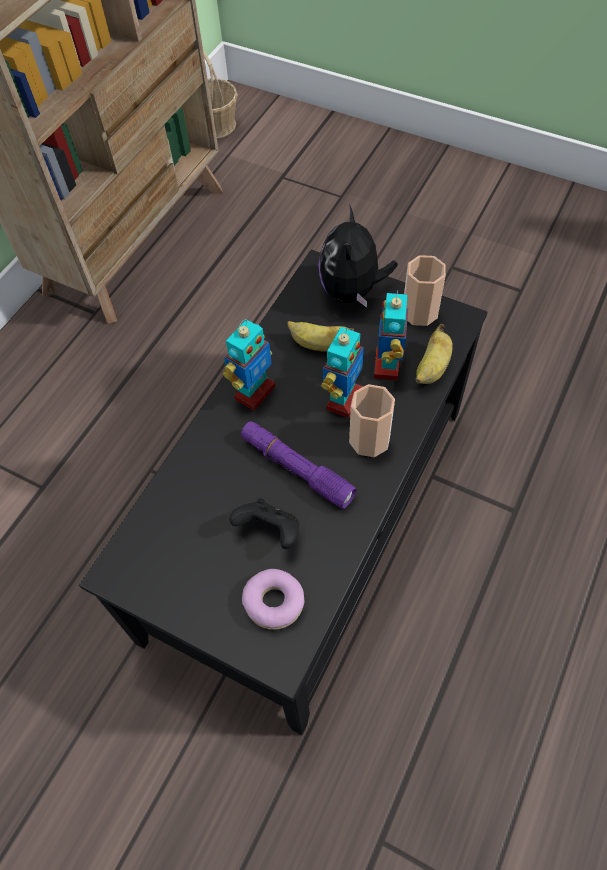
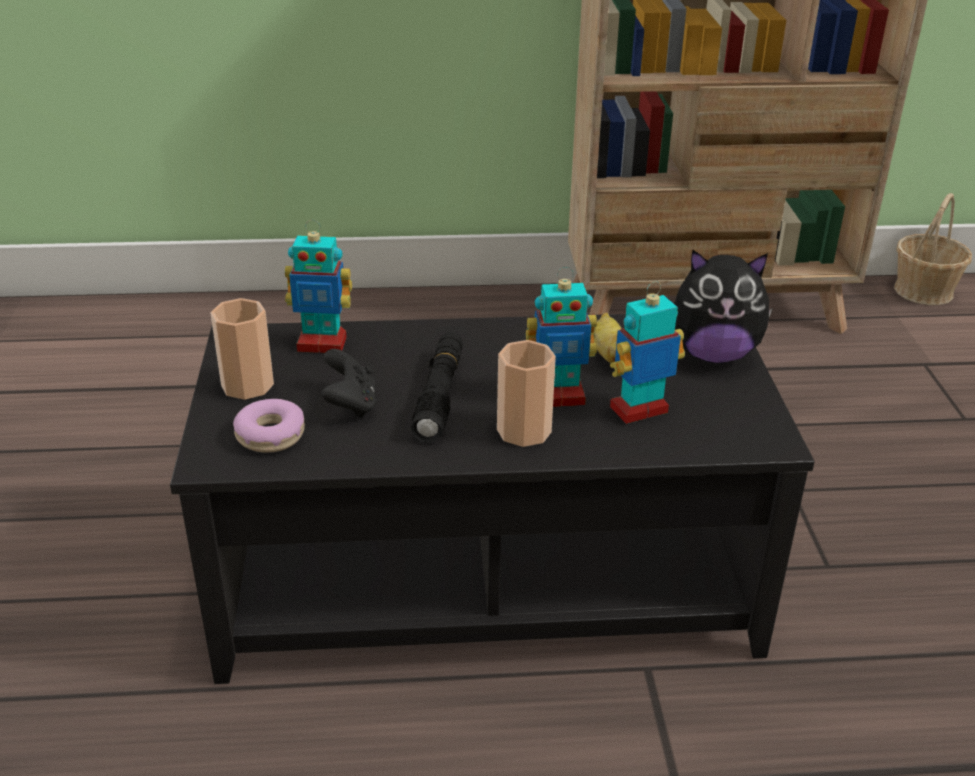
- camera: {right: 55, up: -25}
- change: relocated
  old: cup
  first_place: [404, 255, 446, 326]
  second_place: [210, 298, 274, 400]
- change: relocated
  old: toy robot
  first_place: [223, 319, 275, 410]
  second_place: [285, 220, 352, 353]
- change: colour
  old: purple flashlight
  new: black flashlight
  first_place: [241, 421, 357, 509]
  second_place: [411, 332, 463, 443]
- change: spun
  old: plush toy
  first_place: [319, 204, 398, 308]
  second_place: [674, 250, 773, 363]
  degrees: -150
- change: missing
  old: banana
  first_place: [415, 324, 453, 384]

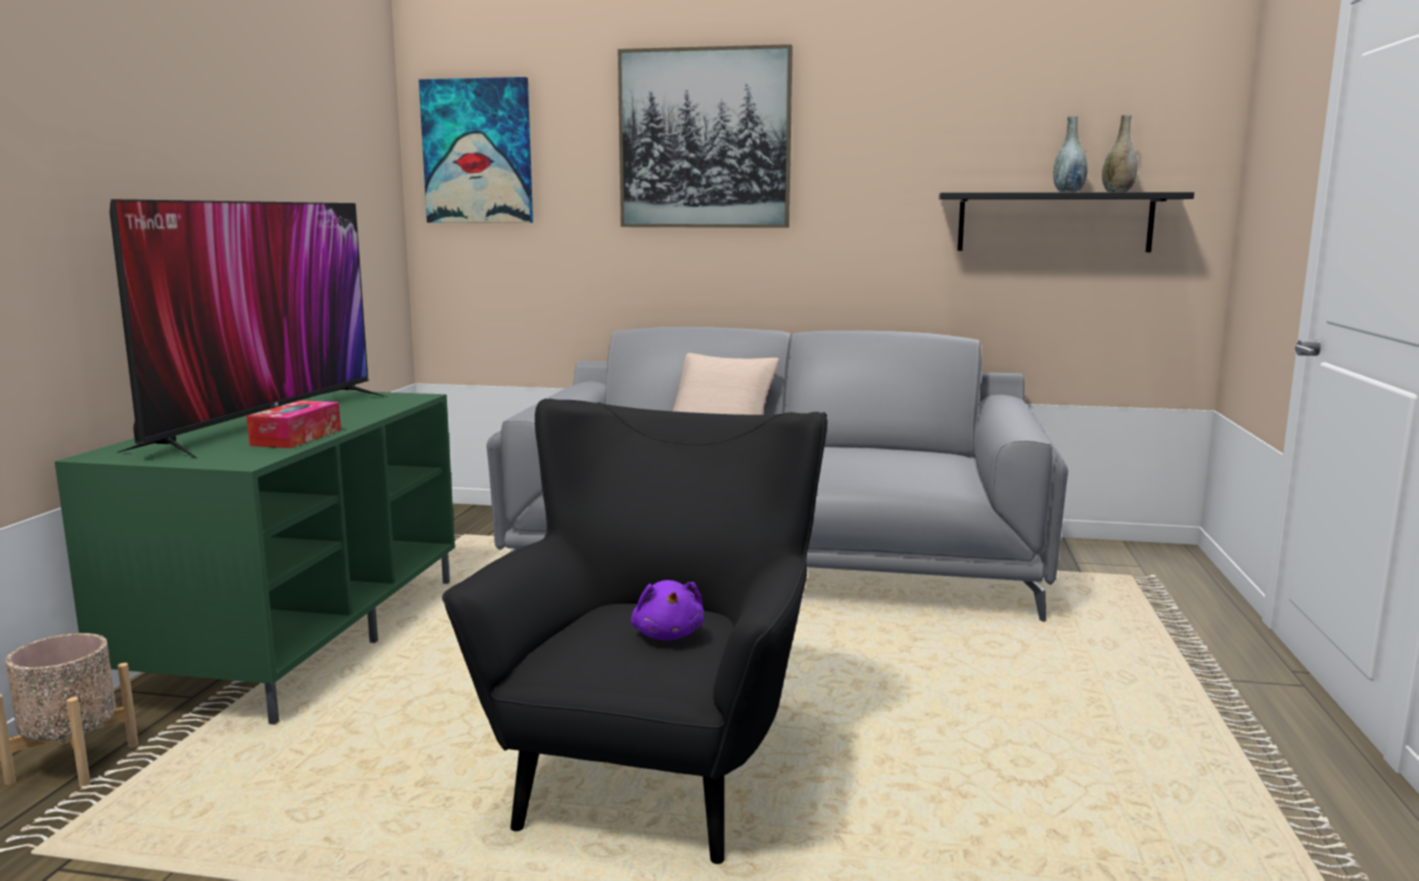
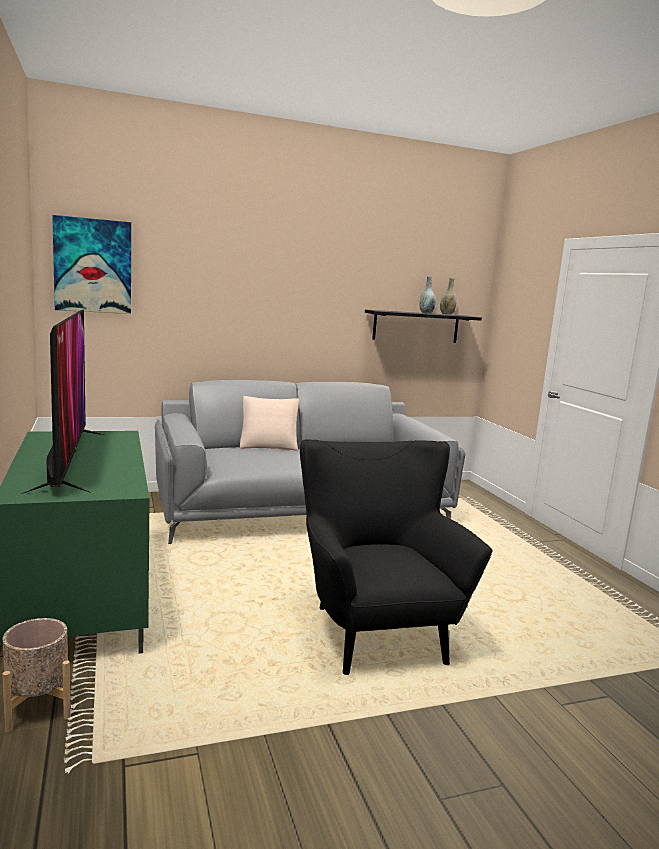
- camera: {right: -30, up: 0}
- change: missing
  old: tissue box
  first_place: [246, 400, 341, 448]
- change: missing
  old: picture
  first_place: [618, 44, 793, 228]
- change: missing
  old: purple plush toy
  first_place: [631, 580, 704, 640]

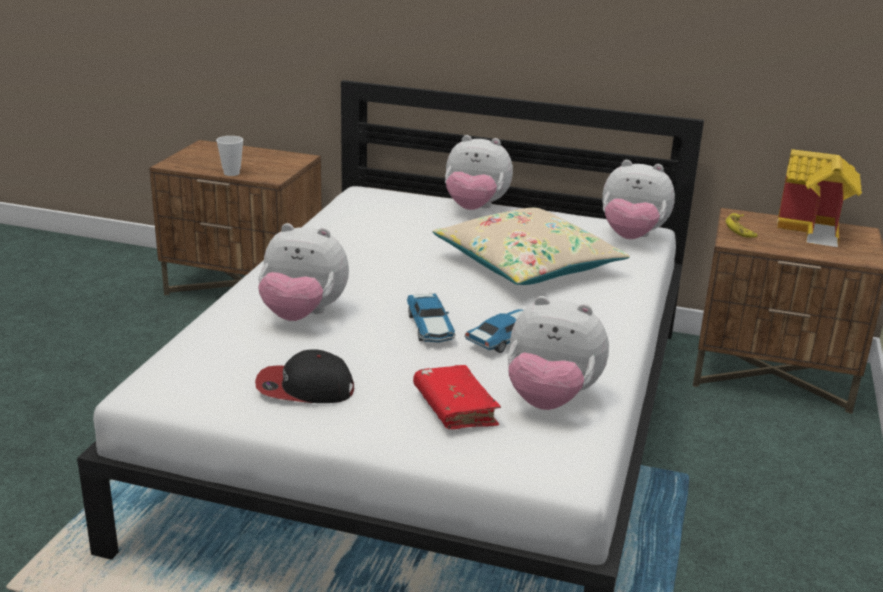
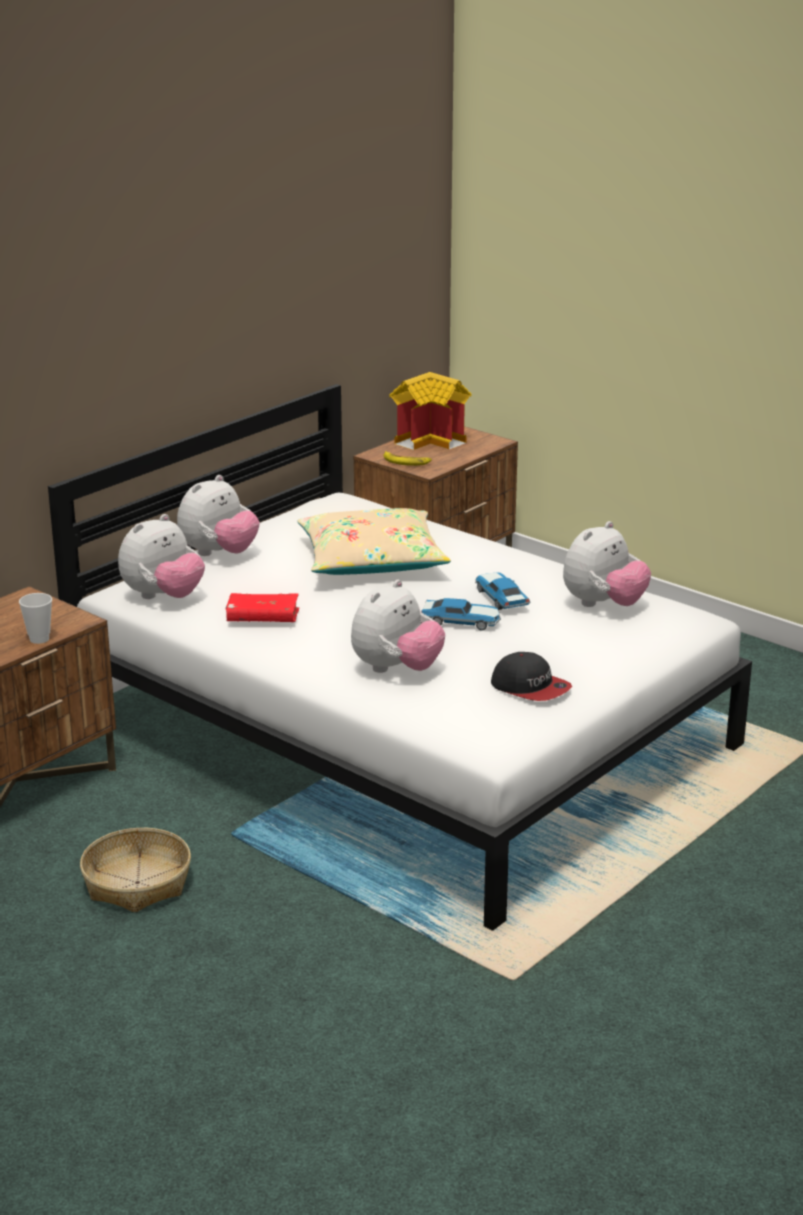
- camera: {right: -65, up: 0}
- change: appeared
  new: basket
  second_place: [80, 828, 191, 912]
- change: relocated
  old: plush toy
  first_place: [602, 160, 675, 239]
  second_place: [118, 514, 205, 599]
- change: relocated
  old: red book
  first_place: [413, 365, 501, 429]
  second_place: [226, 593, 299, 622]
- change: spun
  old: cap
  first_place: [255, 349, 354, 403]
  second_place: [491, 652, 572, 701]
  degrees: -75

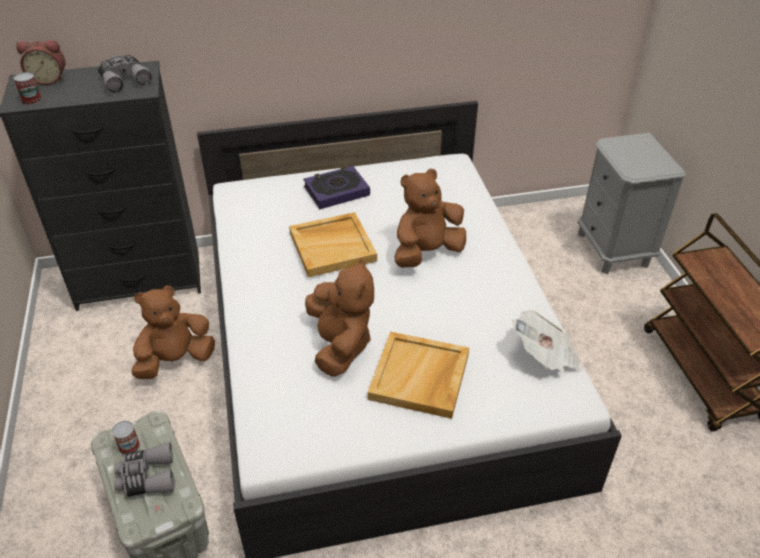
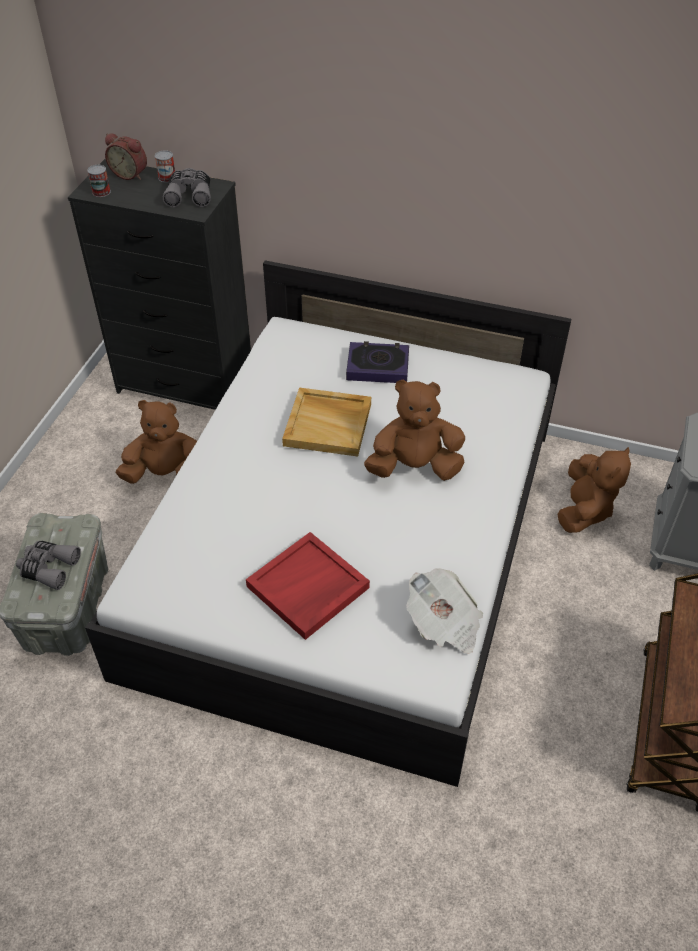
- camera: {right: 30, up: 5}
- change: relocated
  old: can
  first_place: [112, 421, 140, 455]
  second_place: [155, 150, 175, 182]
- change: colour
  old: beige tray
  new: red tray
  first_place: [368, 332, 469, 419]
  second_place: [246, 532, 370, 640]
- change: relocated
  old: brown plush toy
  first_place: [305, 257, 374, 377]
  second_place: [557, 447, 631, 533]

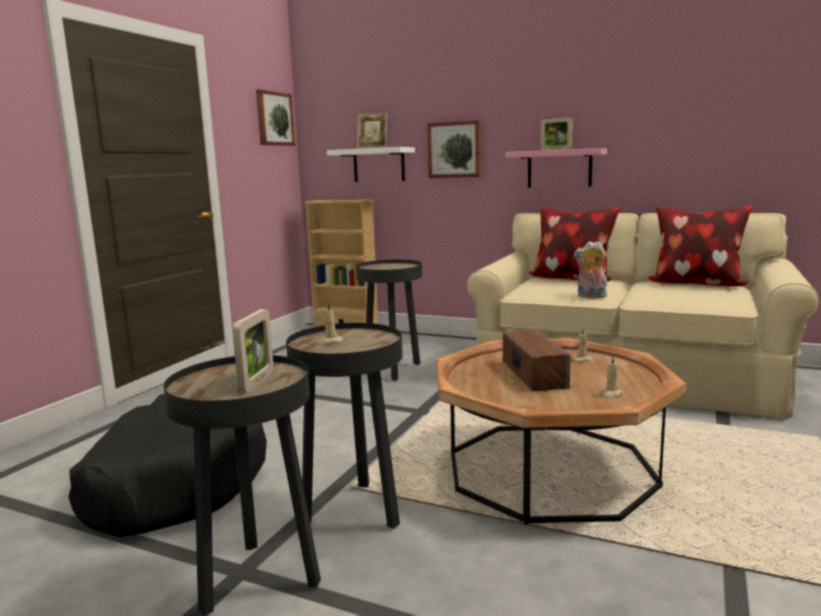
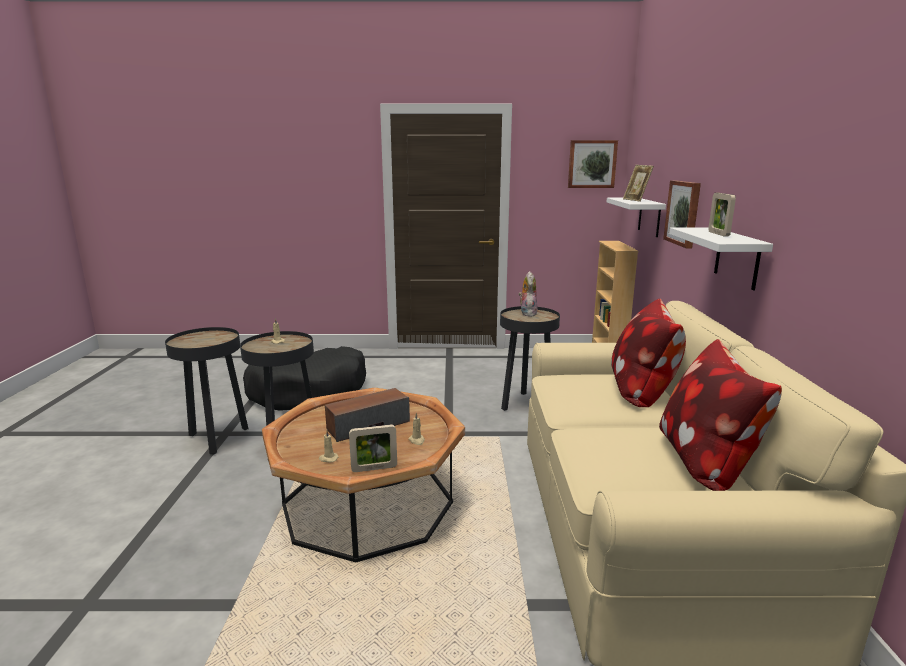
- camera: {right: 65, up: 5}
- change: relocated
  old: picture frame
  first_place: [232, 309, 274, 392]
  second_place: [349, 424, 397, 472]
- change: relocated
  old: plush toy
  first_place: [574, 241, 610, 298]
  second_place: [519, 271, 537, 317]
- change: colour
  old: pink shelf
  new: white shelf
  first_place: [506, 148, 607, 188]
  second_place: [669, 227, 773, 291]

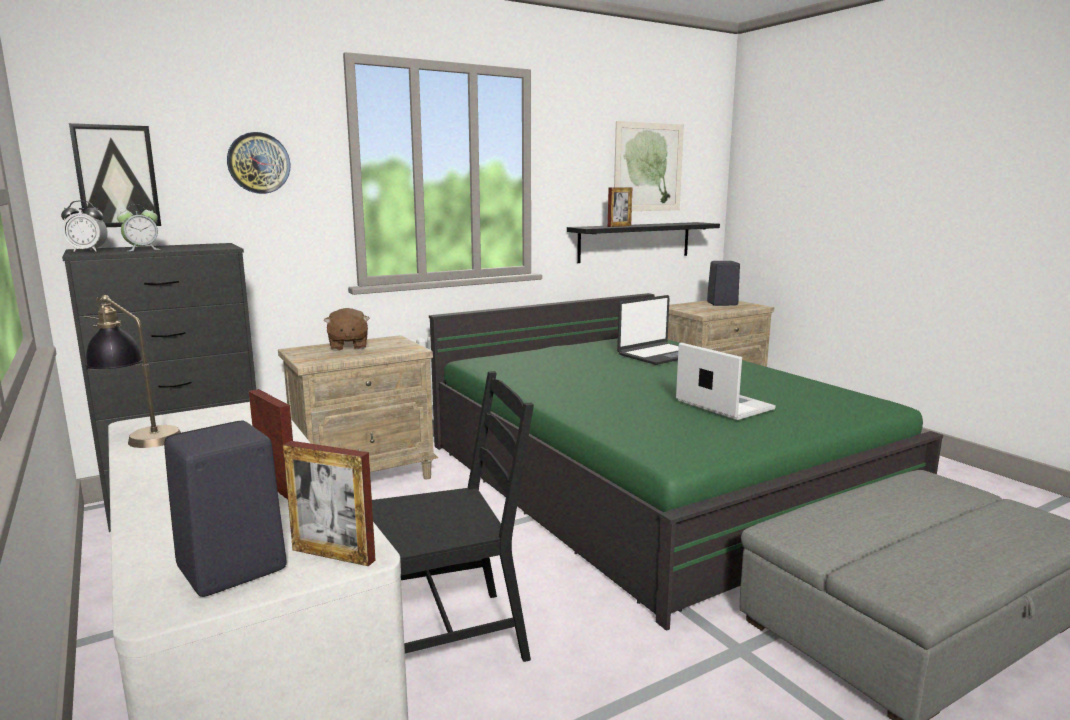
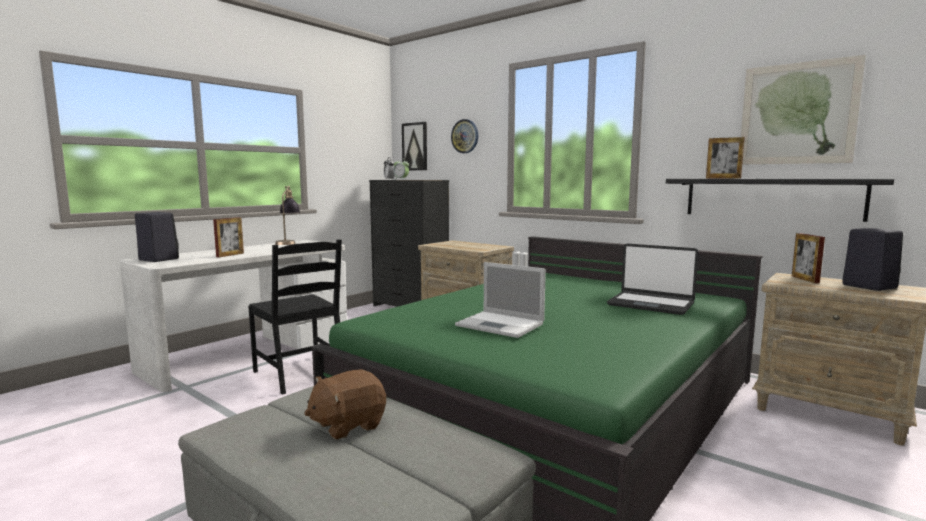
- camera: {right: 70, up: -5}
- change: relocated
  old: brown plush toy
  first_place: [324, 308, 369, 351]
  second_place: [304, 369, 386, 440]
- change: spun
  old: laptop
  first_place: [676, 343, 776, 420]
  second_place: [455, 262, 546, 338]
  degrees: 90
- change: relocated
  old: picture frame
  first_place: [283, 441, 376, 566]
  second_place: [792, 233, 825, 283]

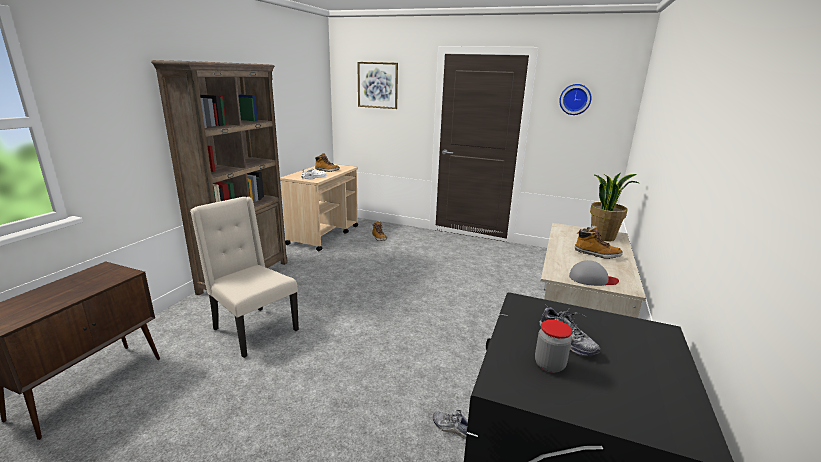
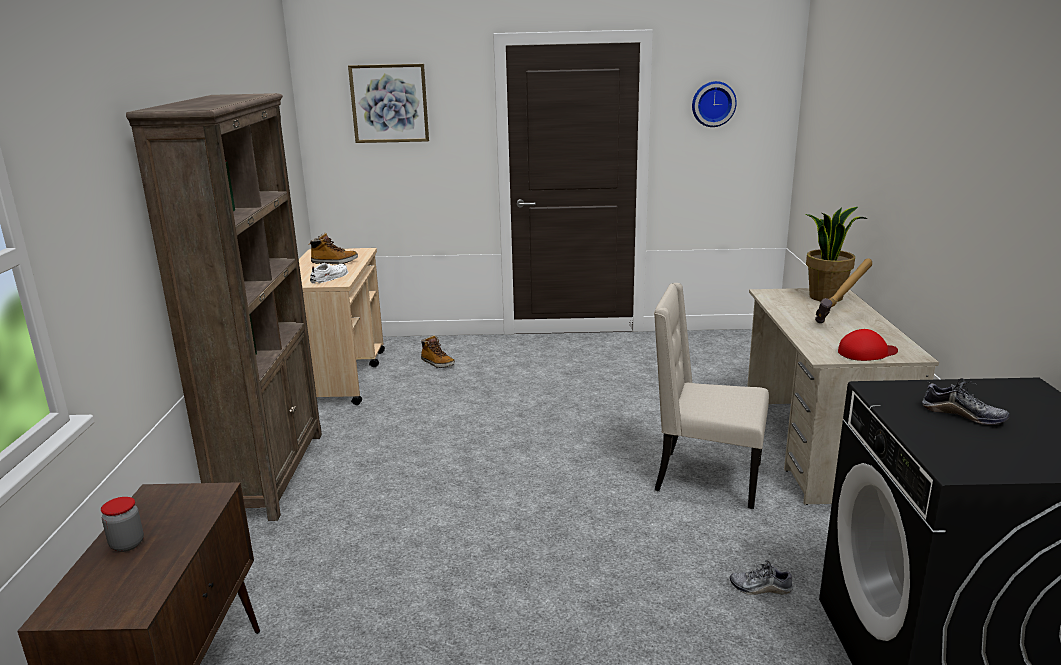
- camera: {right: -20, up: 0}
- change: relocated
  old: jar
  first_place: [535, 320, 572, 373]
  second_place: [101, 497, 144, 552]
- change: relocated
  old: beige chair
  first_place: [190, 197, 299, 358]
  second_place: [654, 283, 769, 509]
- change: exchanged
  old: boot
  new: hammer
  first_place: [575, 226, 623, 259]
  second_place: [815, 258, 872, 323]
- change: colour
  old: grey cap
  new: red cap
  first_place: [569, 260, 619, 286]
  second_place: [838, 329, 898, 361]

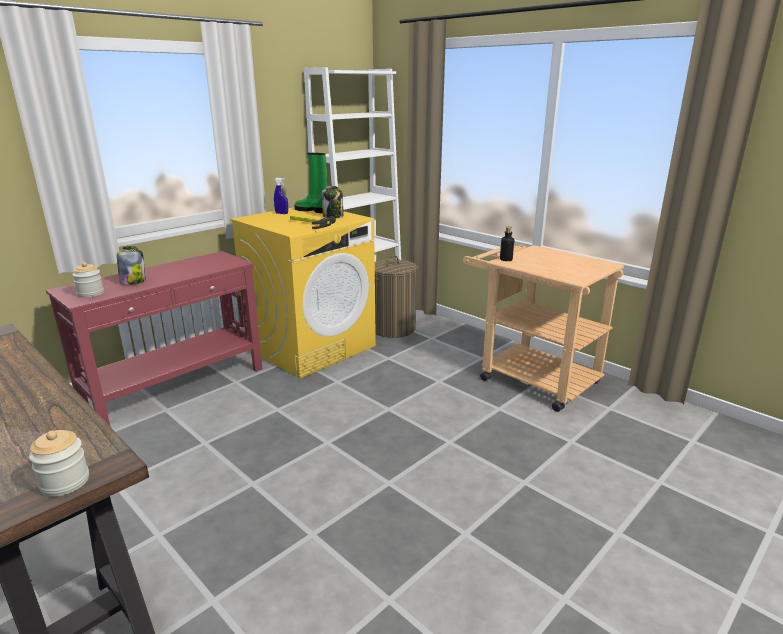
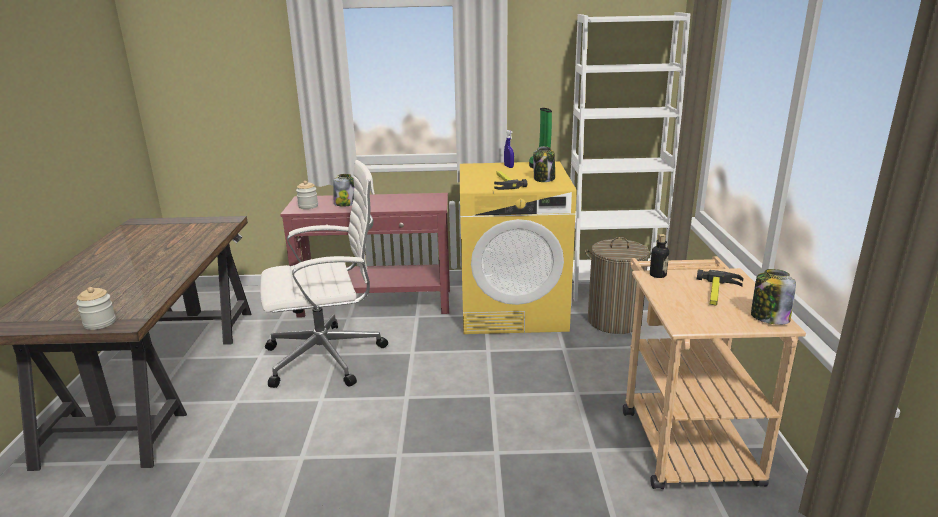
- camera: {right: 45, up: 0}
- change: appeared
  new: white office chair
  second_place: [260, 160, 388, 388]
- change: appeared
  new: hammer
  second_place: [697, 269, 744, 305]
- change: appeared
  new: jar
  second_place: [751, 269, 796, 325]

